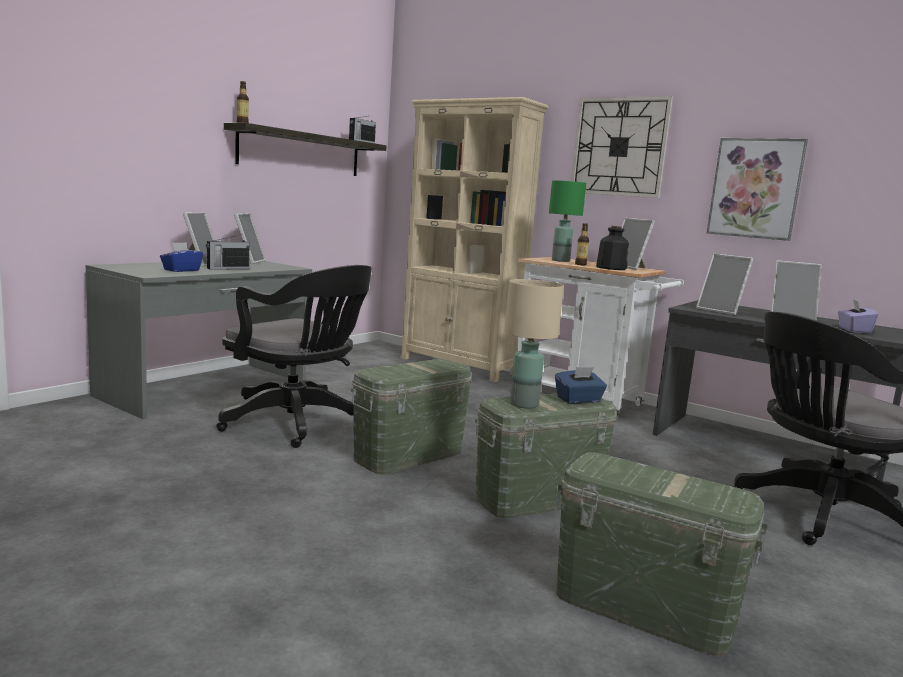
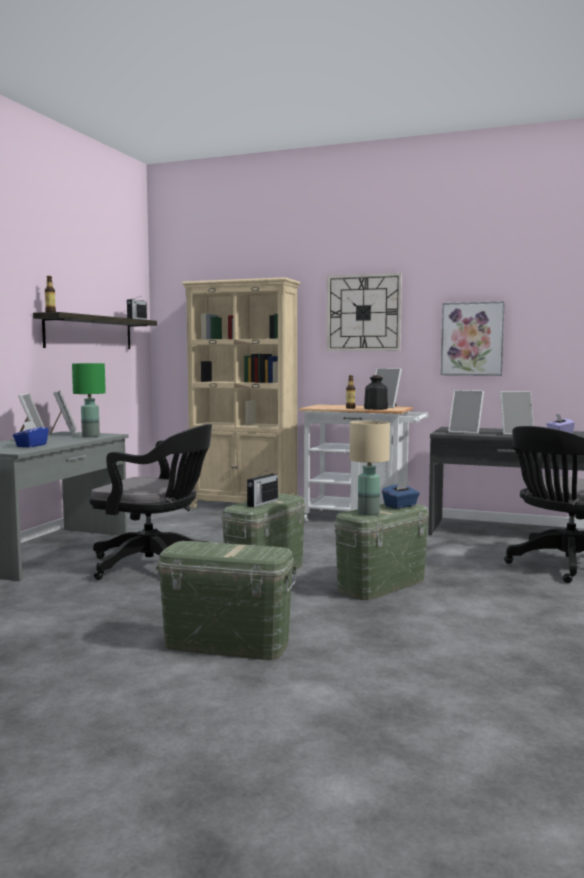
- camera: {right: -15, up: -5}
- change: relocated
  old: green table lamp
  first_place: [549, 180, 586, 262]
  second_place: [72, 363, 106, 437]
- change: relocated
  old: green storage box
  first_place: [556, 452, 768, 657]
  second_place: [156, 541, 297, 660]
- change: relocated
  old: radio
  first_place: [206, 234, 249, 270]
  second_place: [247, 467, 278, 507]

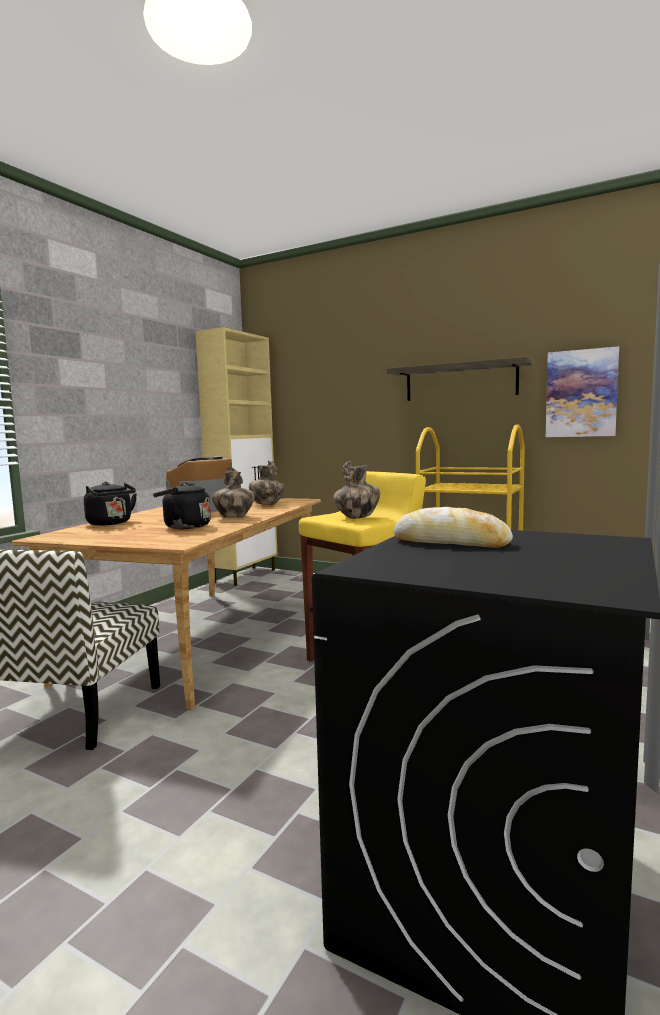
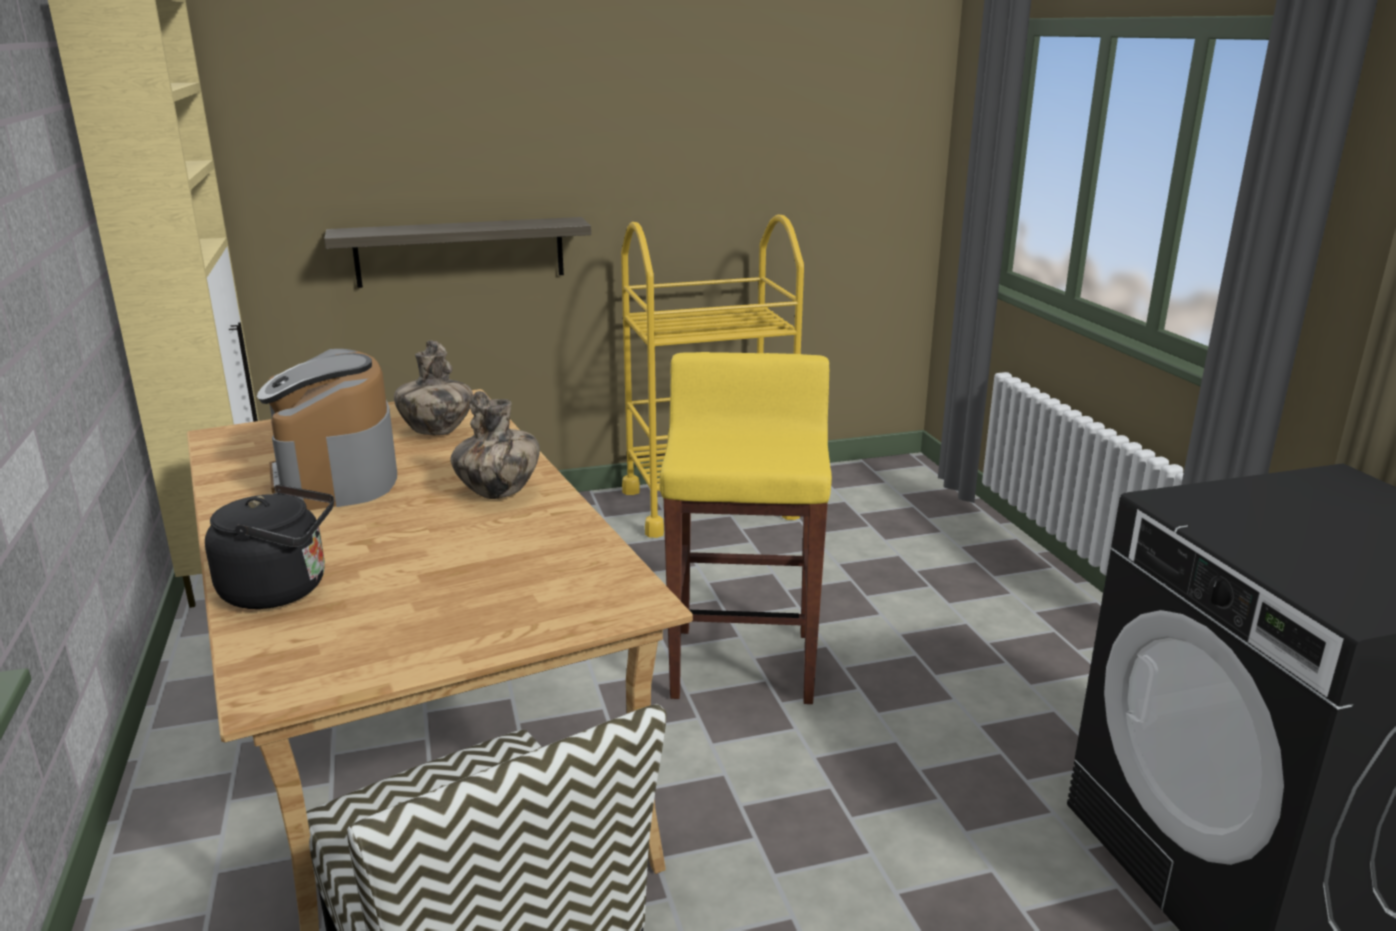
- camera: {right: -45, up: 15}
- change: relocated
  old: shelf
  first_place: [387, 357, 533, 401]
  second_place: [324, 217, 591, 288]
- change: missing
  old: black kettle
  first_place: [153, 482, 211, 529]
- change: missing
  old: vase
  first_place: [333, 461, 380, 519]
- change: missing
  old: bread
  first_place: [394, 507, 513, 548]
- change: missing
  old: picture
  first_place: [546, 346, 619, 437]

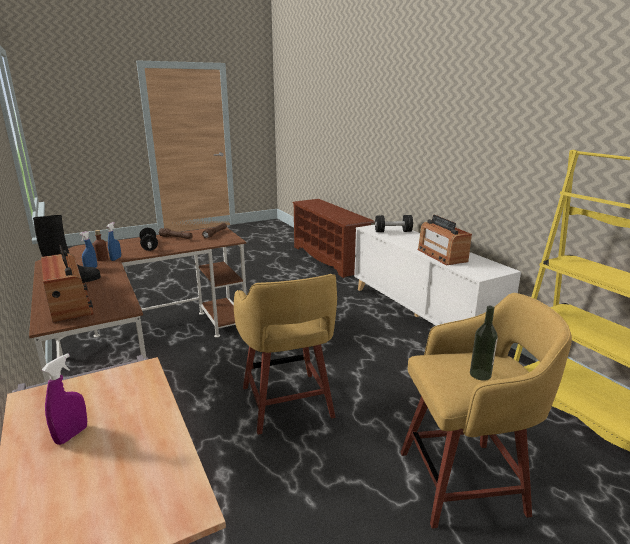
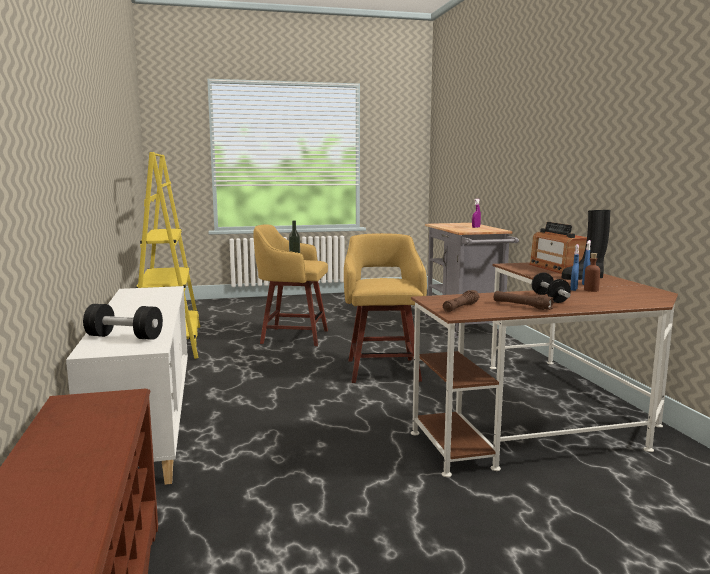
- camera: {right: -165, up: -10}
- change: missing
  old: radio
  first_place: [417, 215, 472, 265]

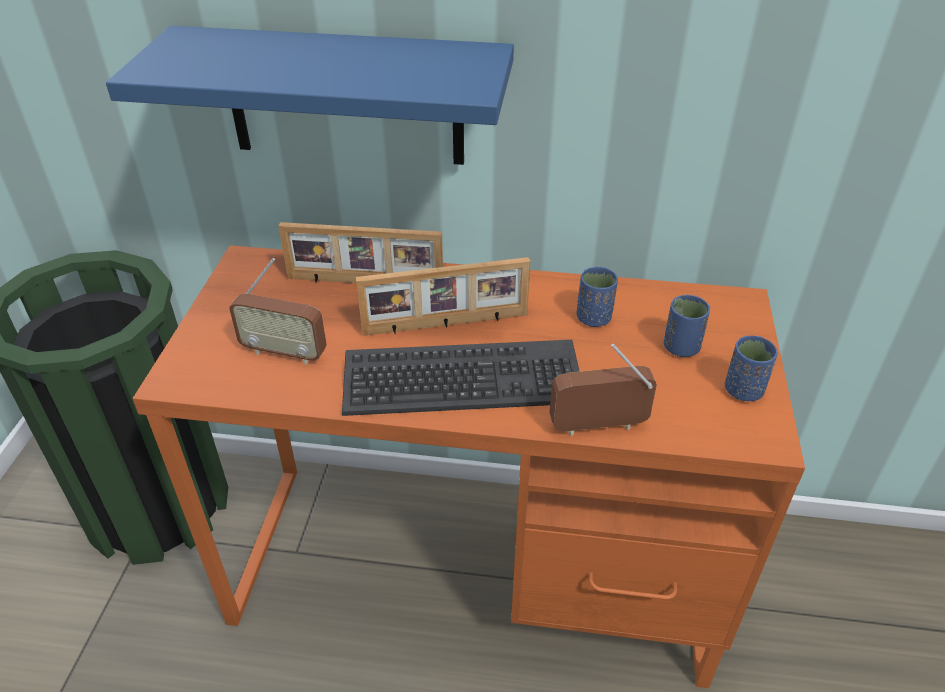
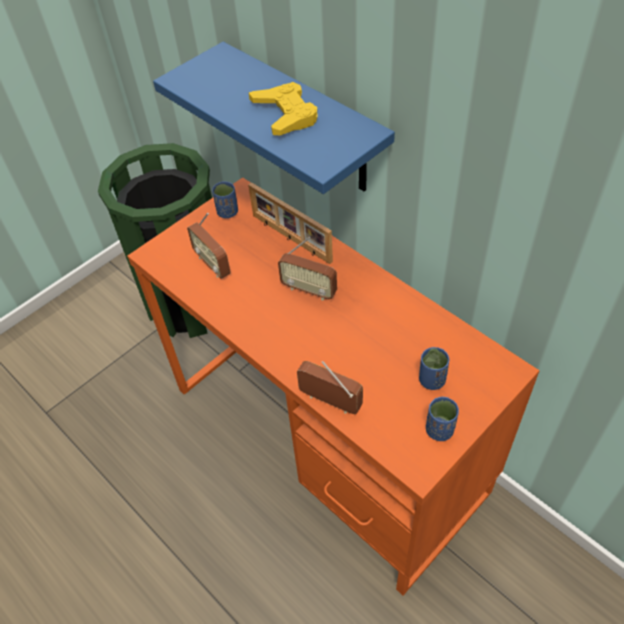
- camera: {right: 40, up: 10}
- change: relocated
  old: blue cup
  first_place: [576, 267, 618, 327]
  second_place: [212, 181, 238, 218]
- change: appeared
  new: yellow game controller
  second_place: [249, 82, 318, 135]
- change: exchanged
  old: picture frame
  new: radio
  first_place: [356, 257, 530, 336]
  second_place: [278, 237, 337, 301]
- change: missing
  old: keyboard
  first_place: [342, 340, 580, 416]

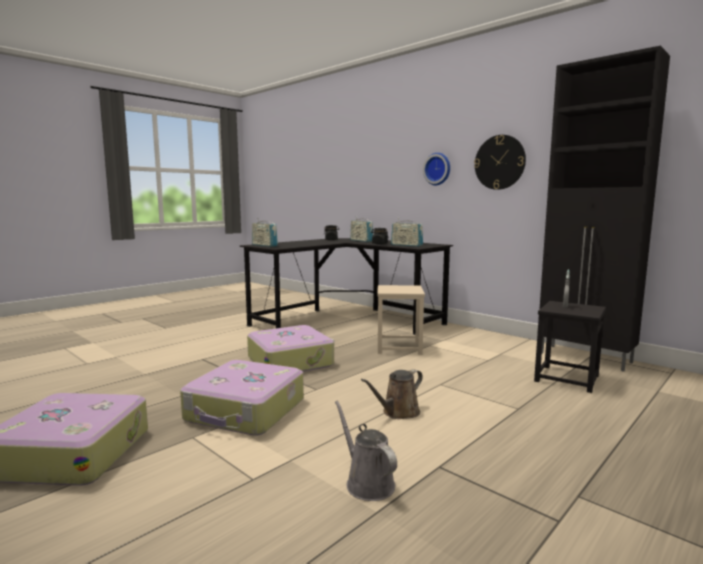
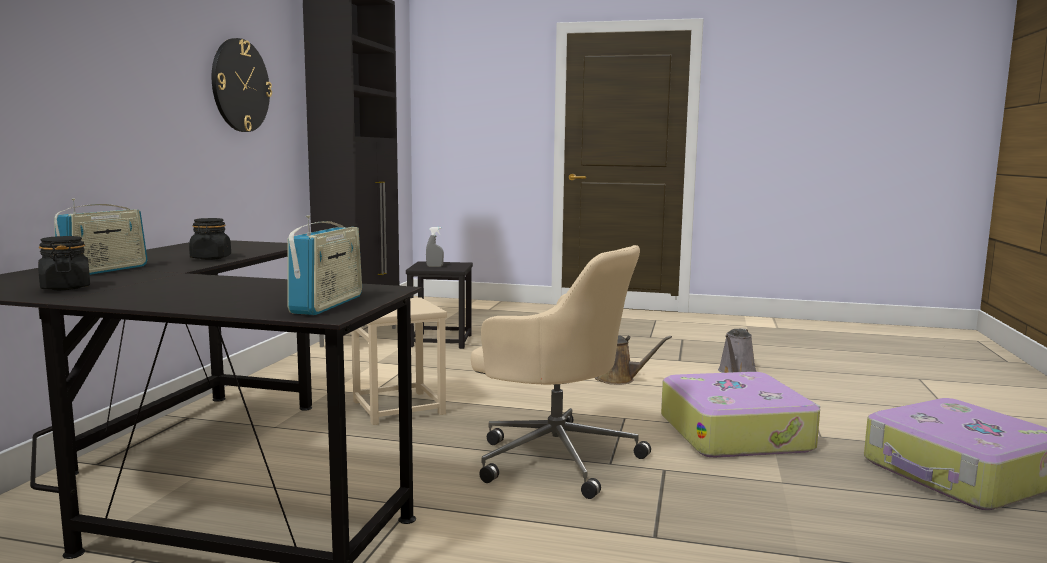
- camera: {right: -120, up: 0}
- change: exchanged
  old: suitcase
  new: beige office chair
  first_place: [247, 325, 334, 372]
  second_place: [471, 245, 651, 499]
- change: missing
  old: radio
  first_place: [391, 218, 423, 246]
- change: missing
  old: wall clock
  first_place: [423, 153, 450, 185]

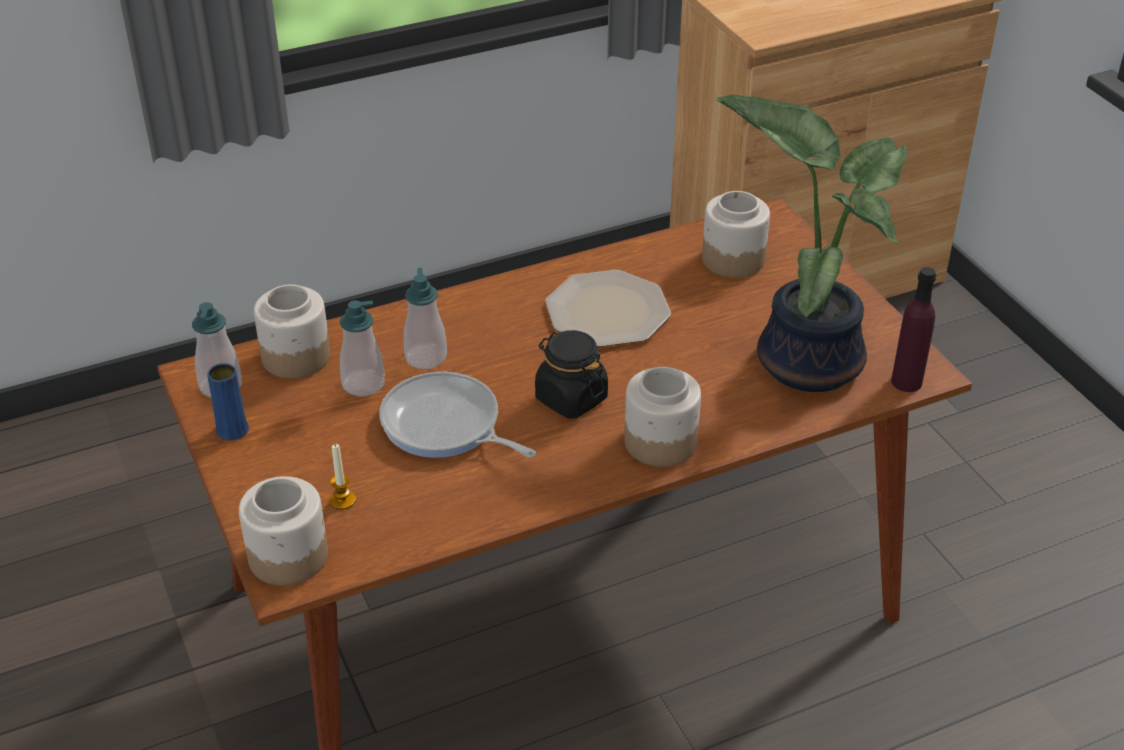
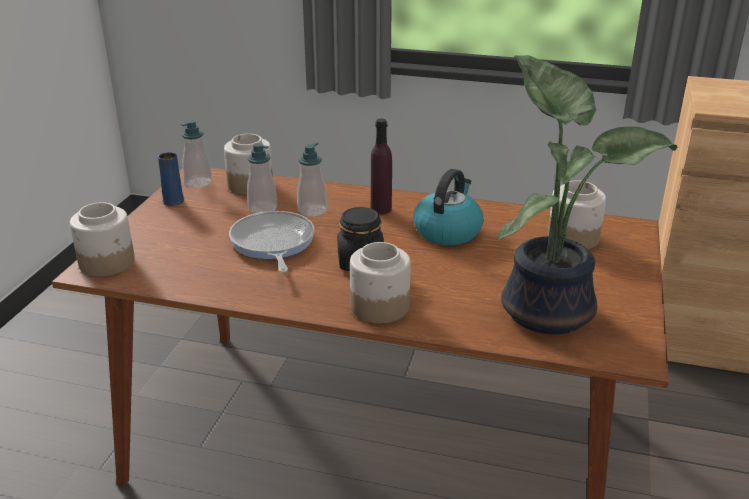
- camera: {right: 40, up: -10}
- change: relocated
  old: purple bottle
  first_place: [891, 267, 936, 392]
  second_place: [371, 119, 392, 214]
- change: exchanged
  old: plate
  new: kettle
  first_place: [545, 270, 671, 347]
  second_place: [413, 169, 483, 245]
- change: missing
  old: candle
  first_place: [329, 444, 356, 510]

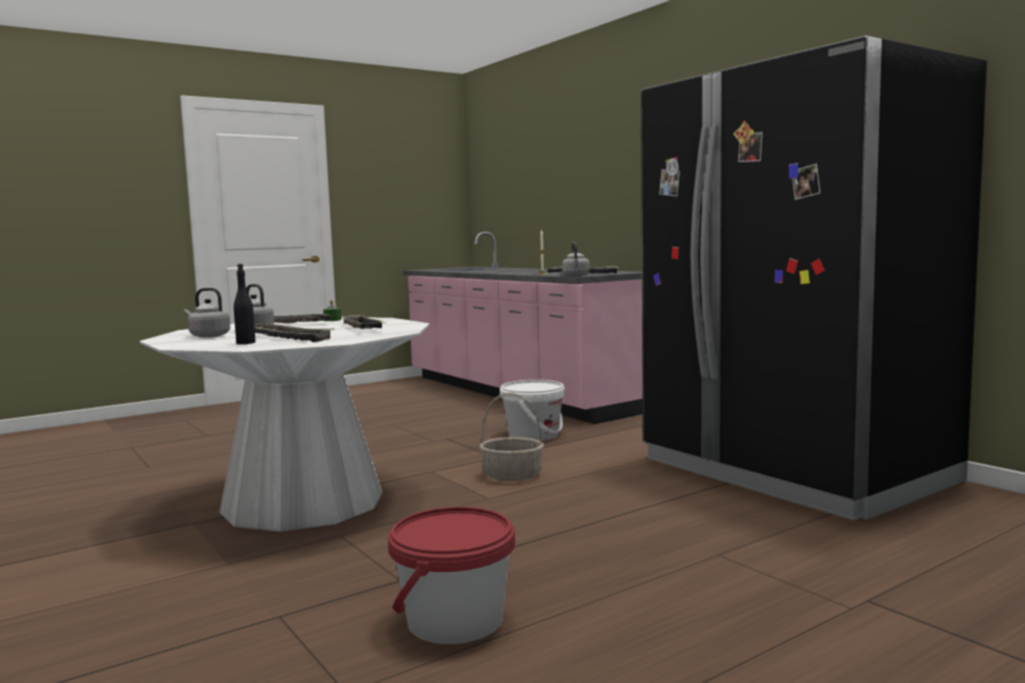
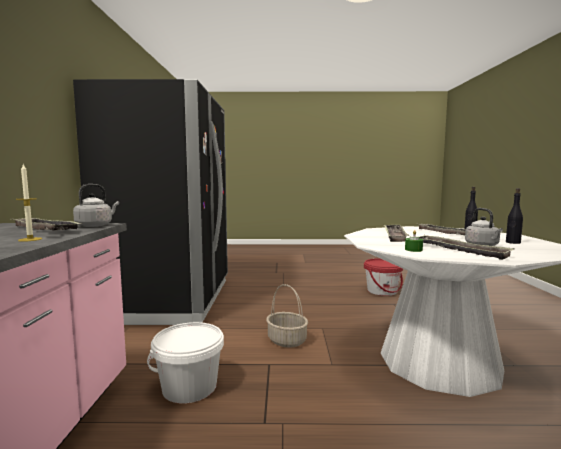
- camera: {right: -145, up: 0}
- change: exchanged
  old: grey kettle
  new: black bottle
  first_place: [184, 288, 230, 338]
  second_place: [506, 188, 523, 244]

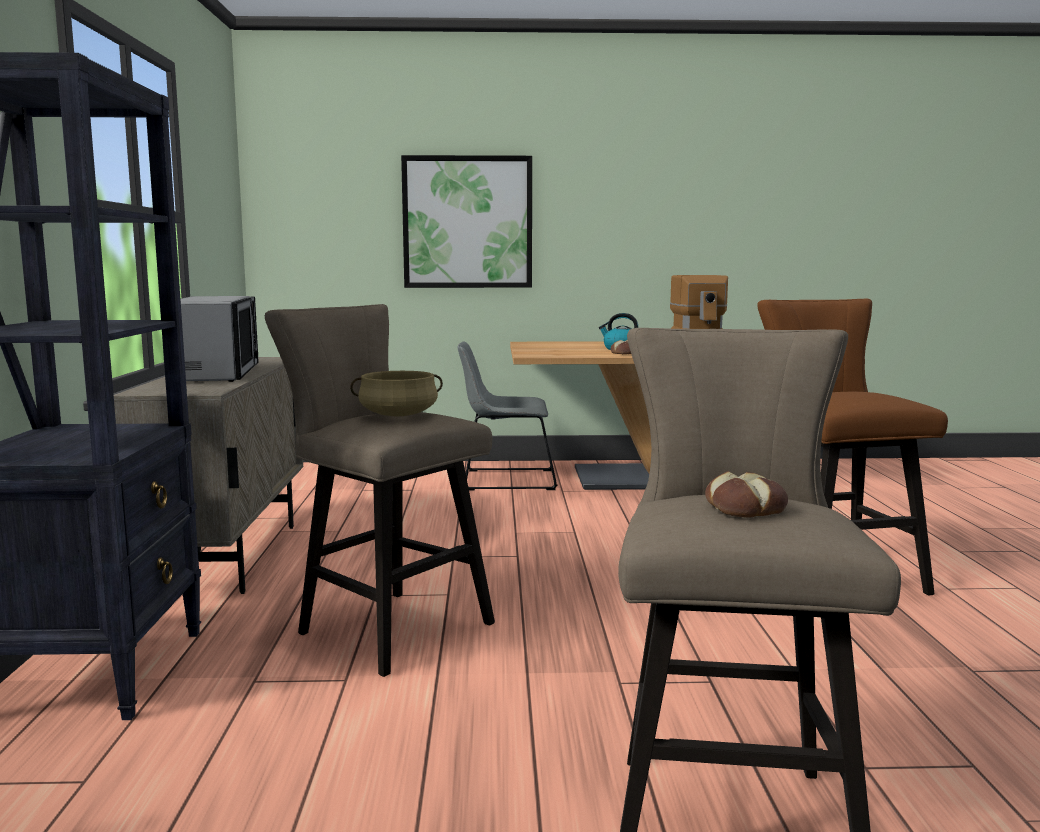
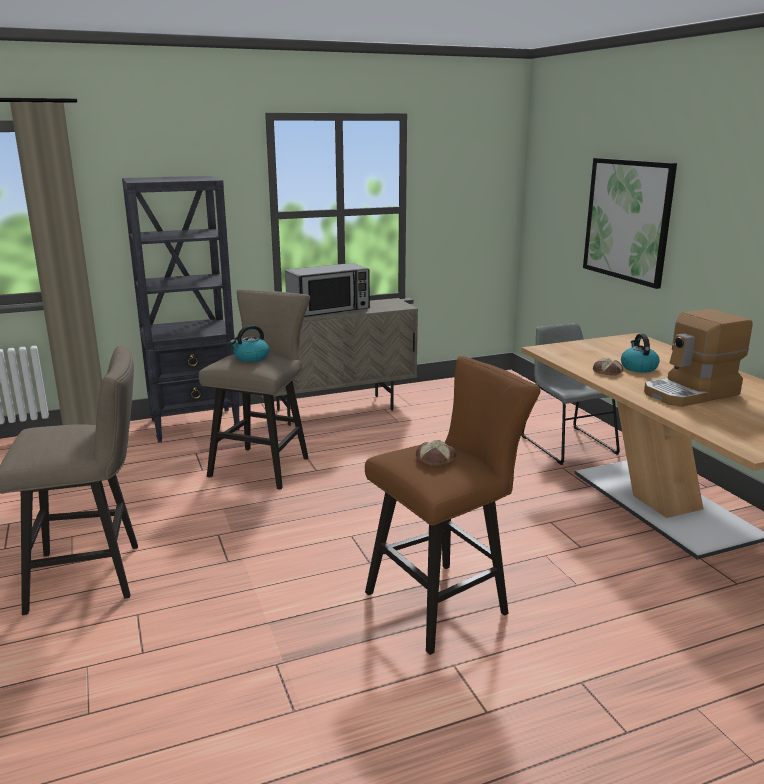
- camera: {right: 70, up: 10}
- change: exchanged
  old: beige cooking pot
  new: kettle
  first_place: [350, 371, 443, 416]
  second_place: [230, 325, 269, 362]
- change: relocated
  old: bread
  first_place: [705, 471, 788, 517]
  second_place: [416, 440, 456, 466]

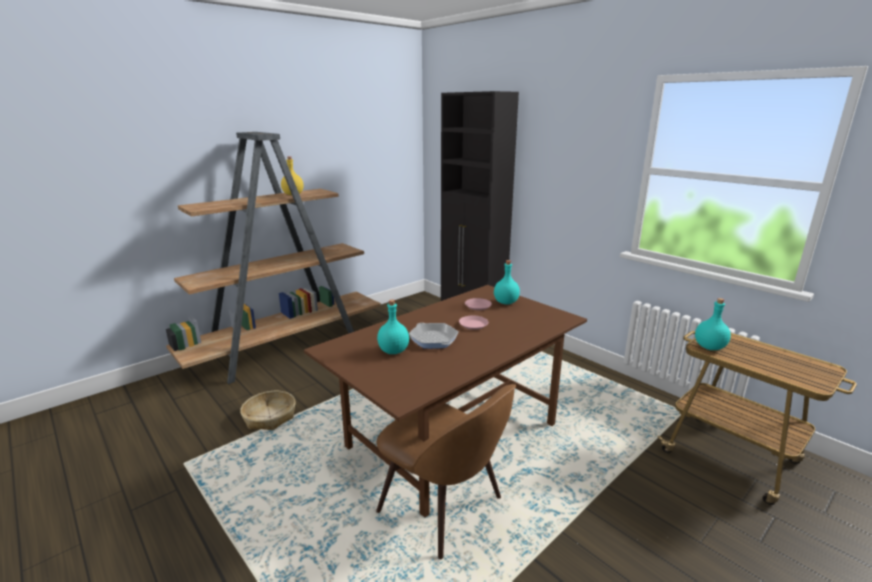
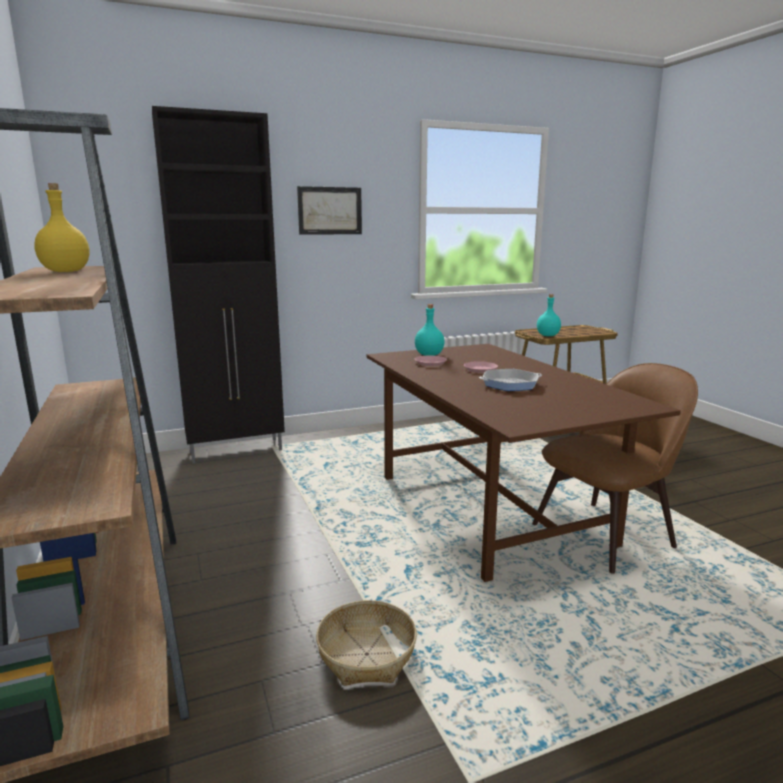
- camera: {right: -70, up: -5}
- change: appeared
  new: picture
  second_place: [297, 186, 362, 235]
- change: missing
  old: turquoise bottle
  first_place: [377, 300, 409, 354]

